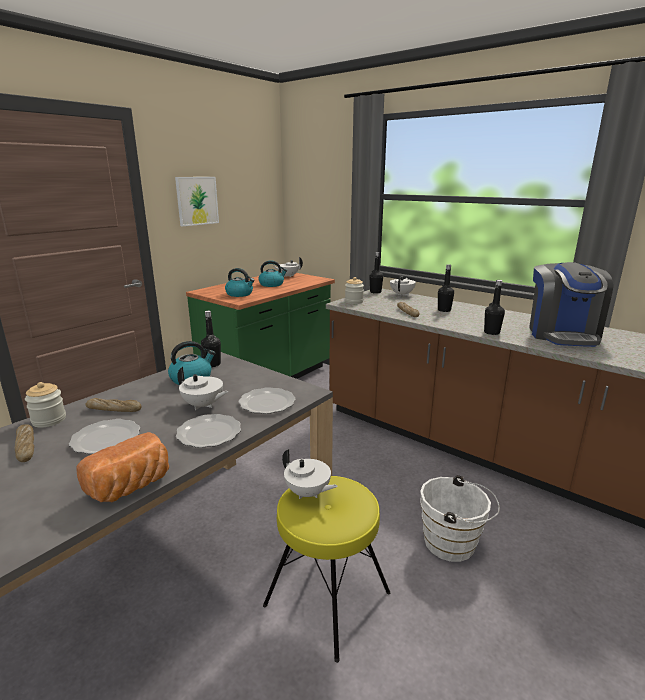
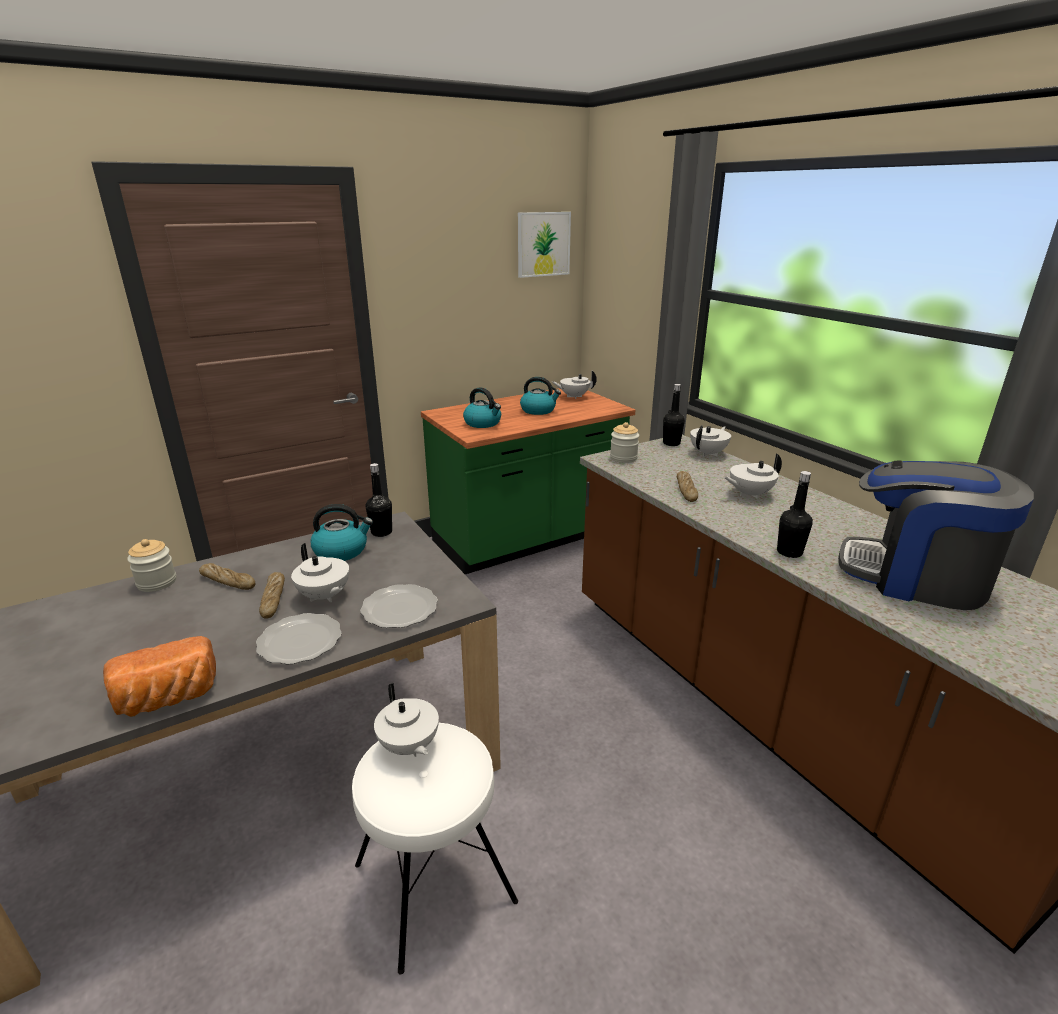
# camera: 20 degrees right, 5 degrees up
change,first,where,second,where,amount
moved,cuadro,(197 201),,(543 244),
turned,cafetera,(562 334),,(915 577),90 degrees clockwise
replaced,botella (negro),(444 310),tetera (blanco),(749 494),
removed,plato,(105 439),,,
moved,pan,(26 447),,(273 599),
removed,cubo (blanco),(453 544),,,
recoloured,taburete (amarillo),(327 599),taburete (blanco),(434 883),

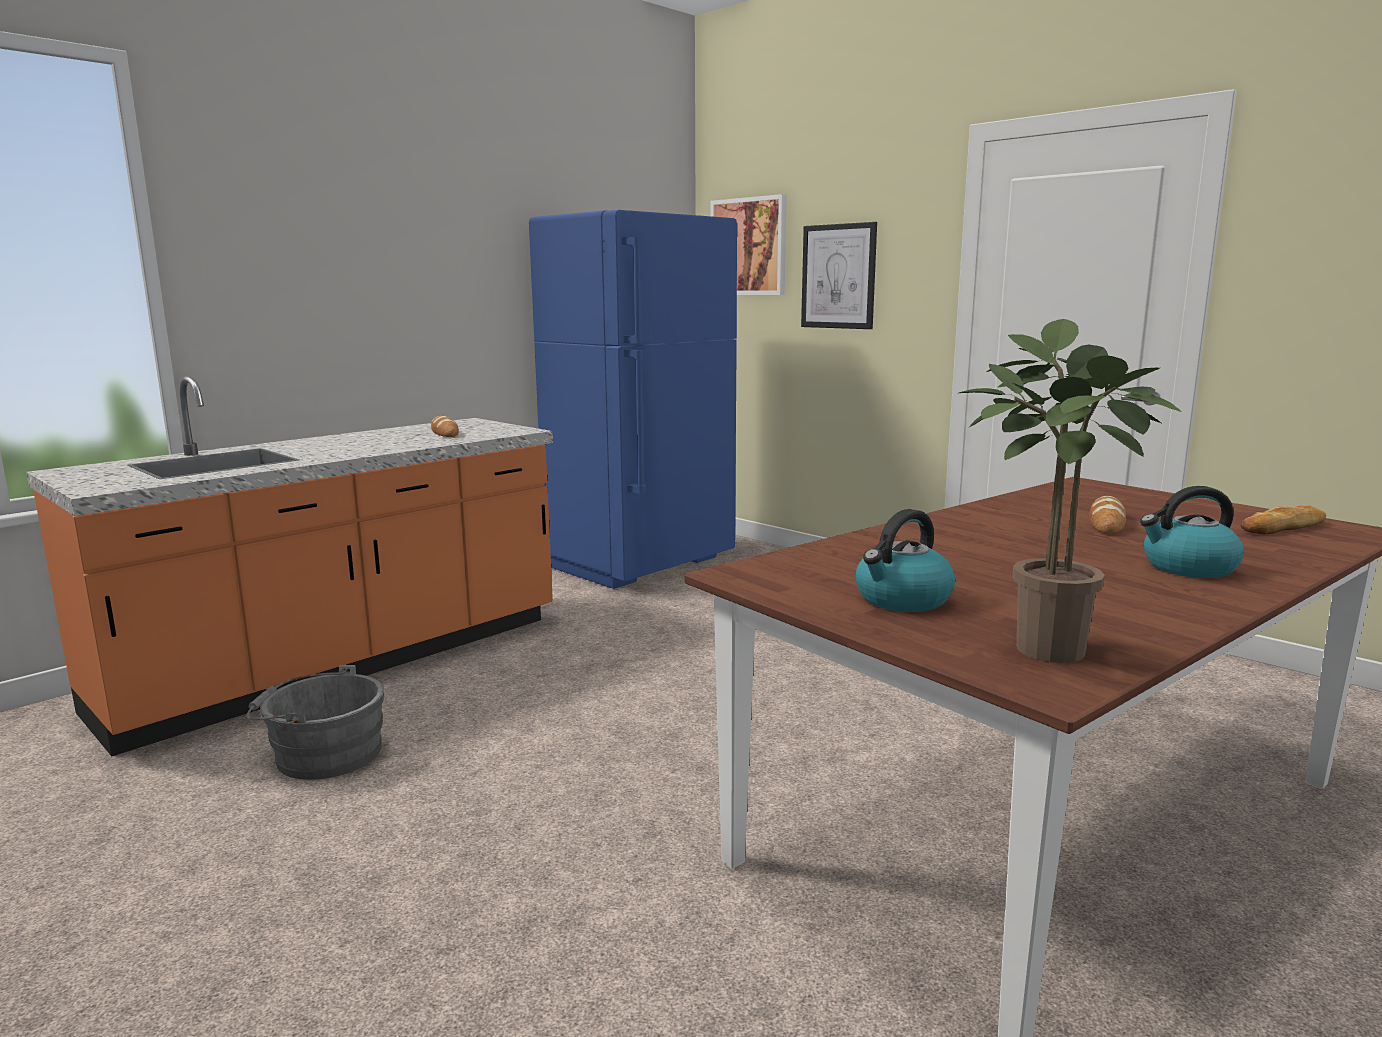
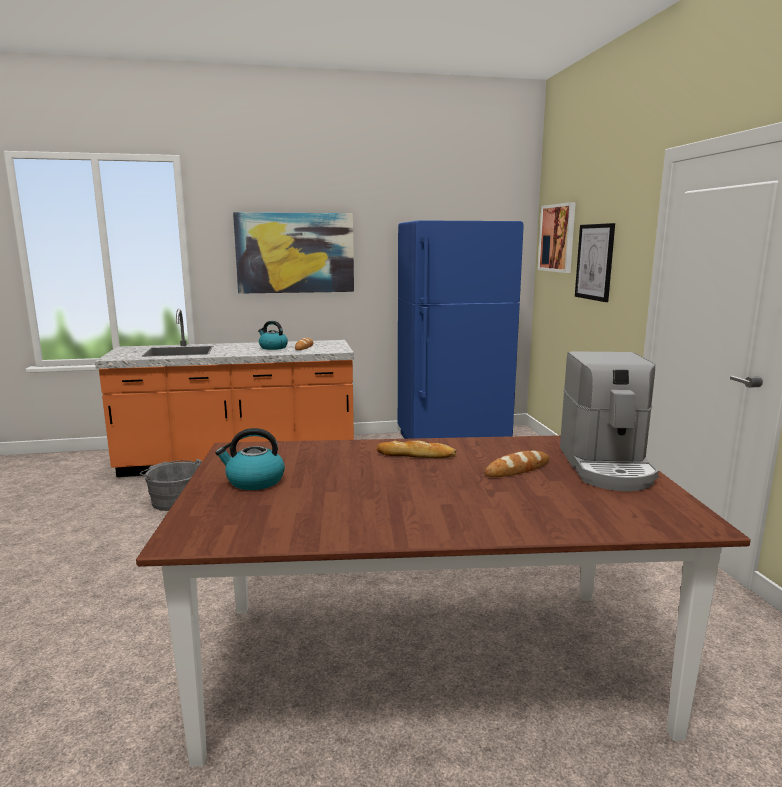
# camera: 35 degrees right, 0 degrees up
change,first,where,second,where,amount
removed,planta en maceta,(1037 647),,,
moved,hervidor,(1188 568),,(273 347),
moved,pan,(1283 527),,(416 455),
added,,,cuadro,(295 253),
added,,,cafetera,(606 467),

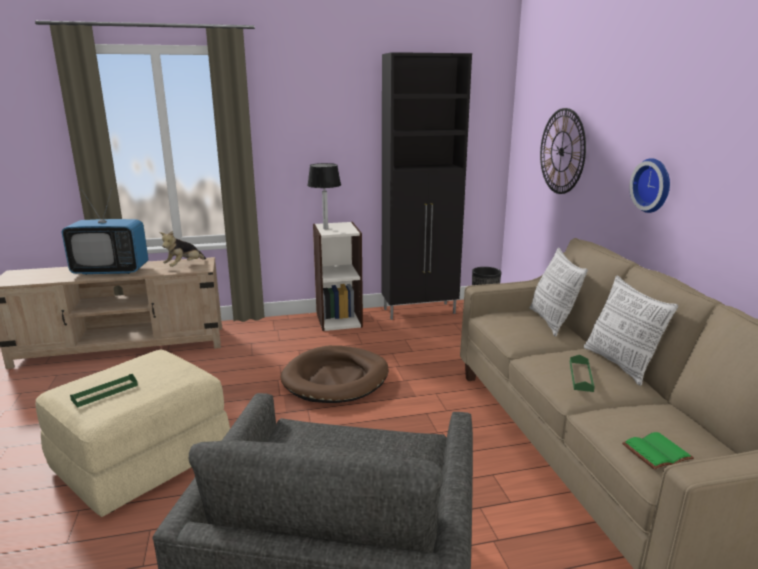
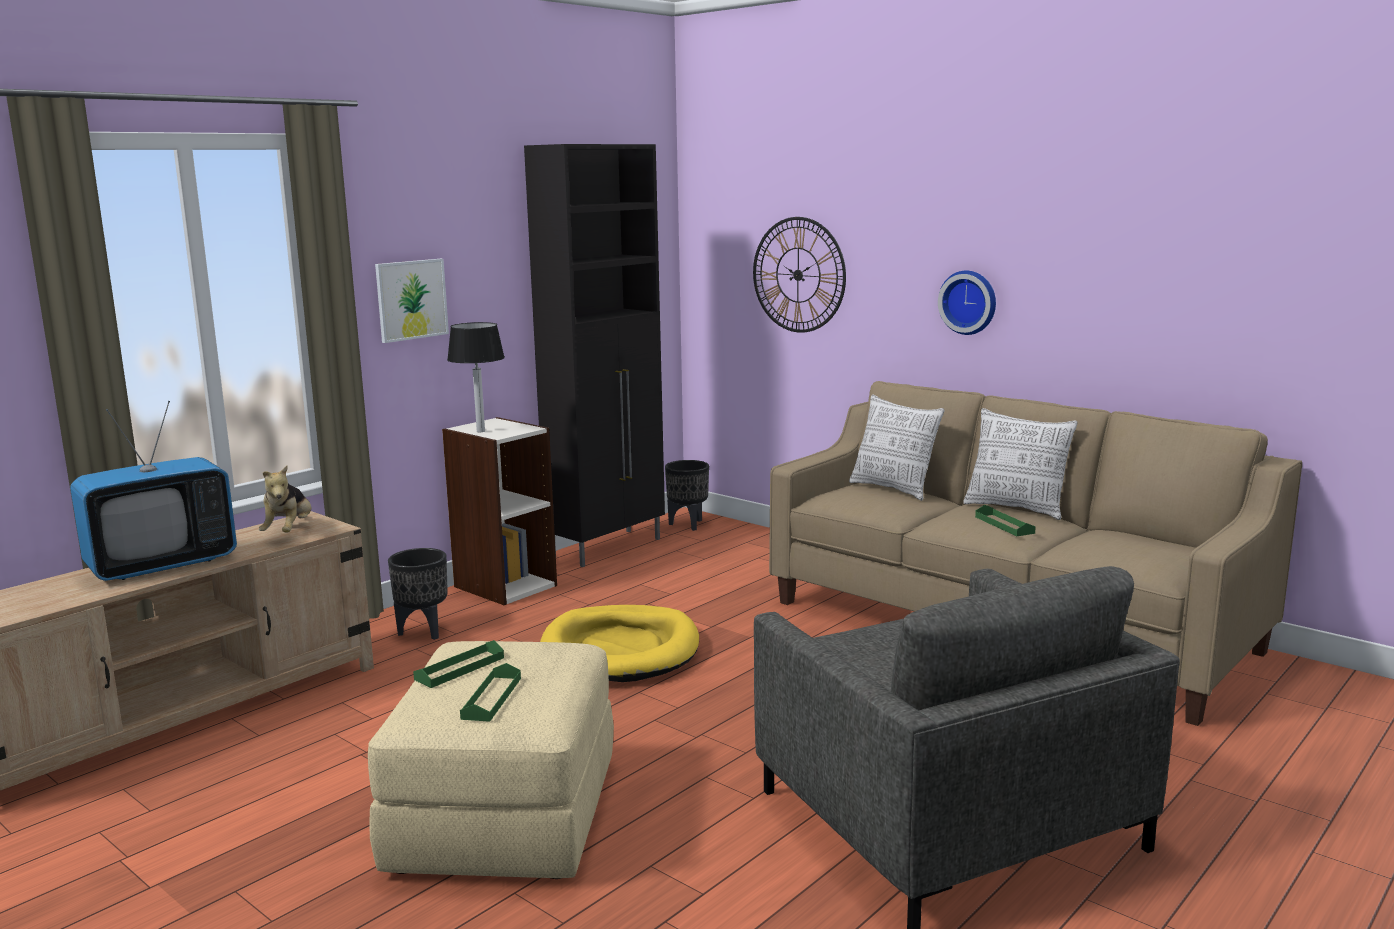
# camera: 35 degrees left, 5 degrees down
change,first,where,second,where,amount
recoloured,cama para perro (marrón),(336 378),cama para perro (amarillo),(620 650),
removed,libro (verde),(657 453),,,
added,,,cuadro,(411 299),
added,,,maceta (negro),(423 631),
added,,,bandeja (verde),(459 668),

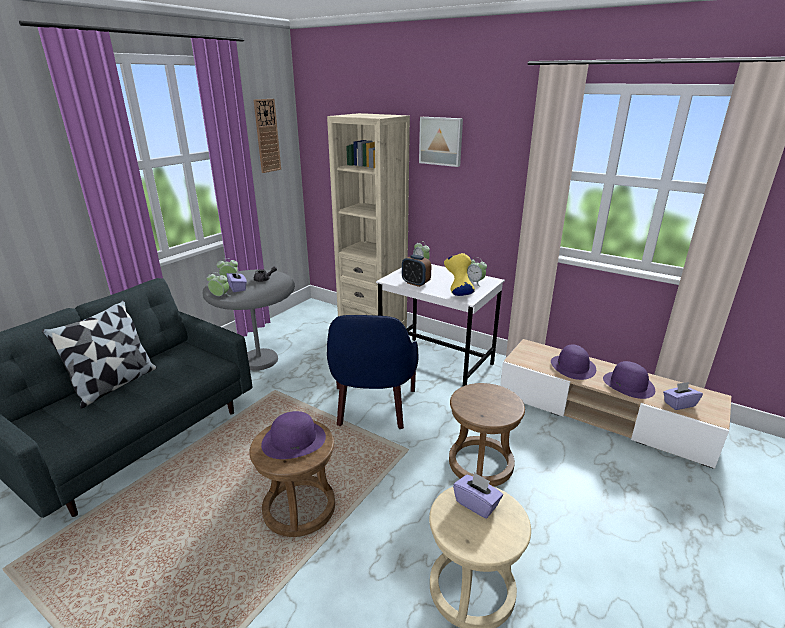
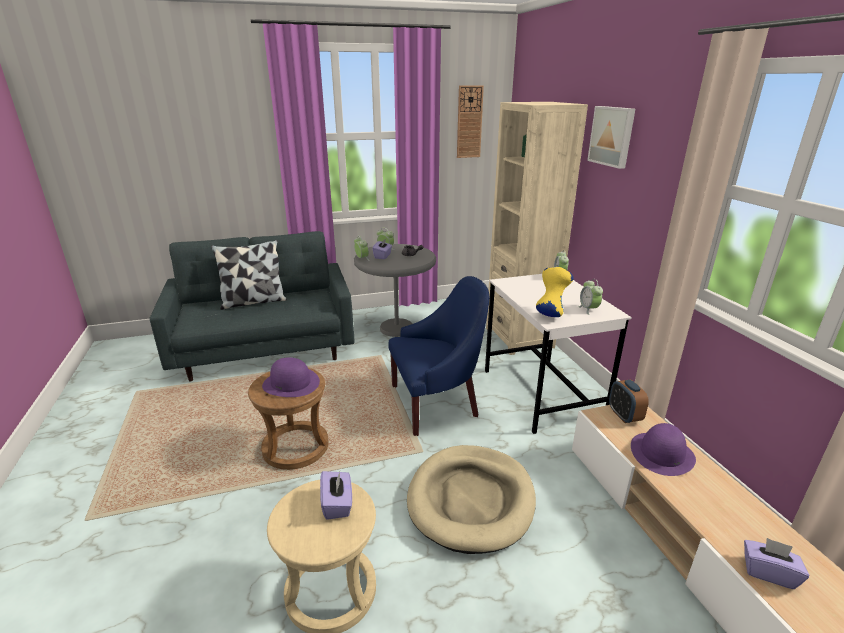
# camera: 40 degrees right, 0 degrees up
change,first,where,second,where,amount
moved,despertador,(415 283),,(624 416),
turned,sillón (azul),(372 408),,(436 403),150 degrees counterclockwise
removed,sombrero (morado),(628 384),,,
replaced,taburete (marrón),(480 463),cama para perro (beis),(471 500),

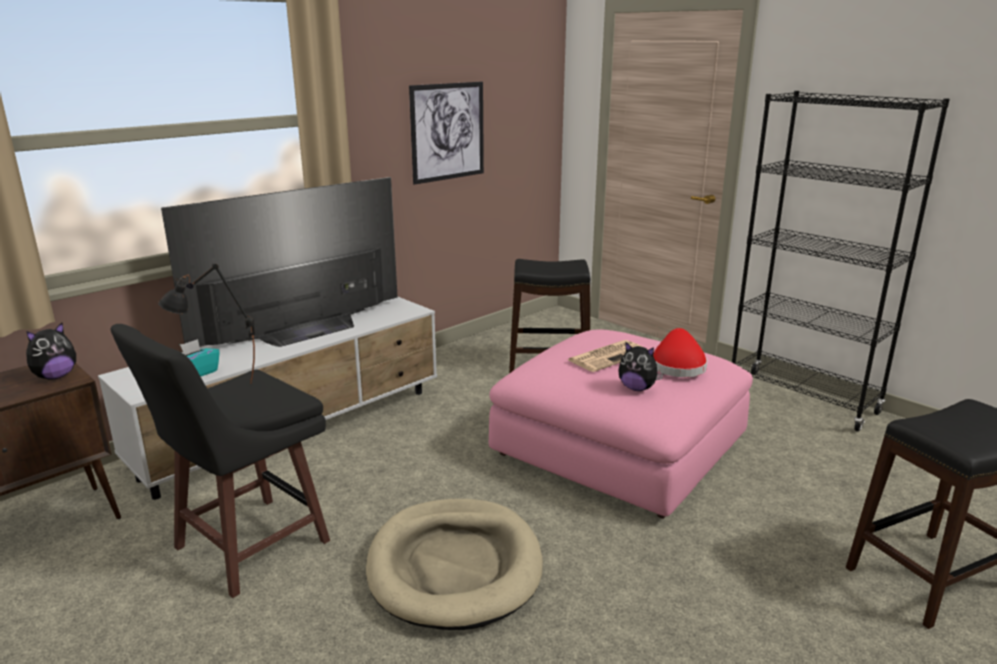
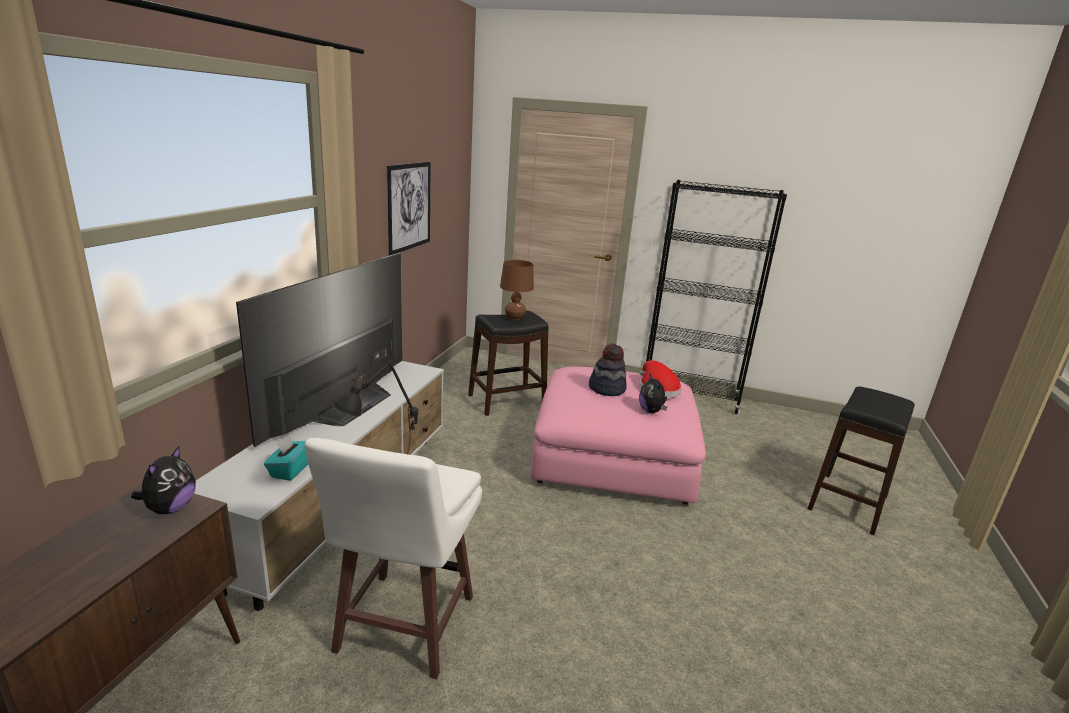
# camera: 30 degrees left, 0 degrees up
change,first,where,second,where,amount
recoloured,taburete (negro),(247 546),taburete (blanco),(403 626),
replaced,periódico,(608 356),sombrero,(607 389),
turned,peluche,(637 388),,(651 411),75 degrees clockwise
removed,cama para perro (beis),(455 567),,,
added,,,lámpara de mesa (marrón),(514 318),

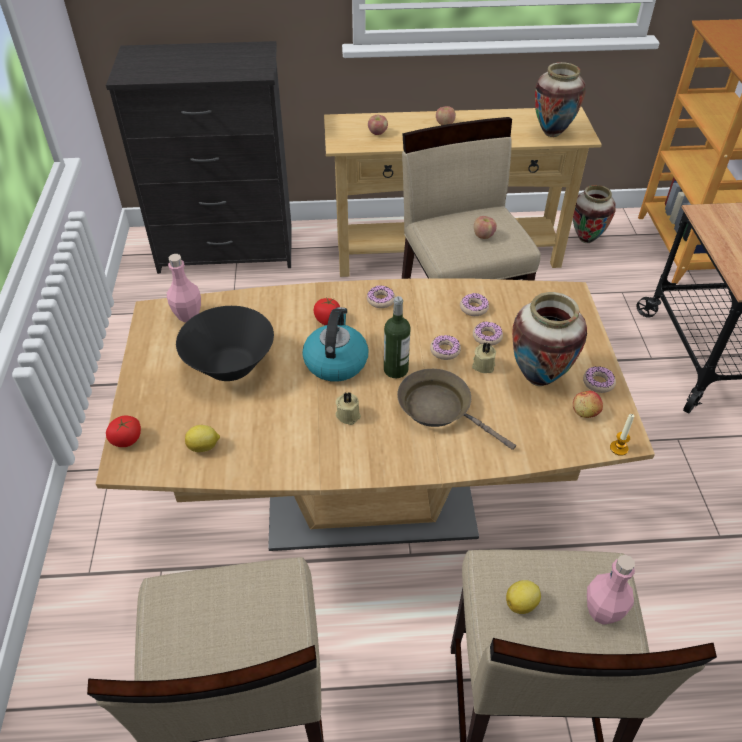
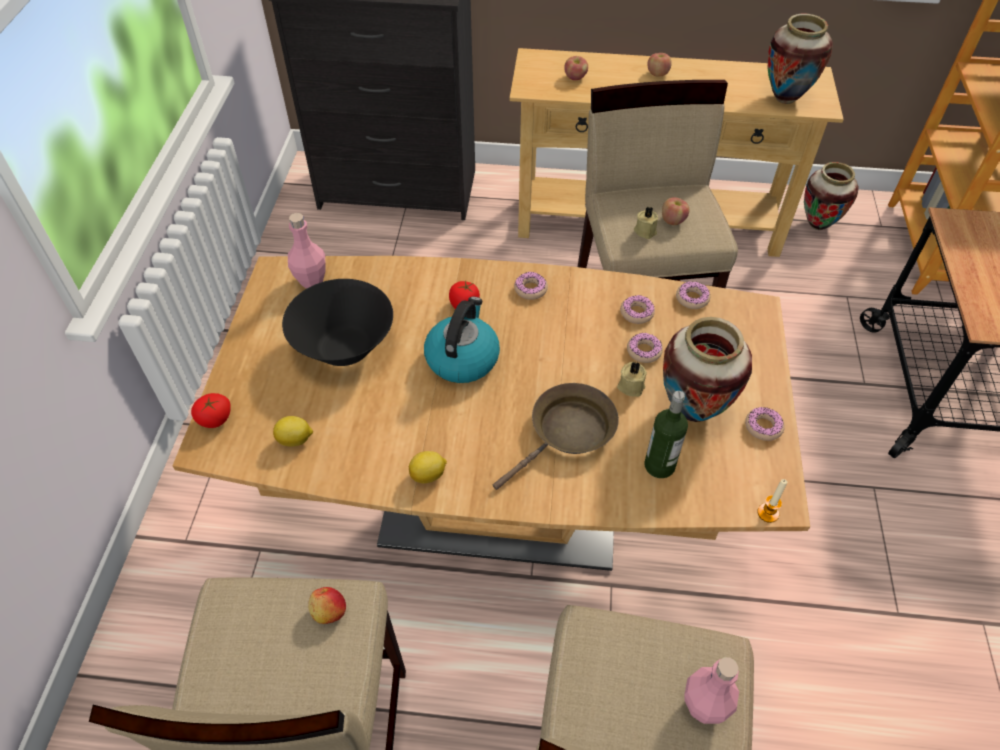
# camera: 10 degrees right, 5 degrees up
change,first,where,second,where,amount
moved,botella,(396 369),,(659 465),
moved,rosquilla,(445 350),,(692 298),
turned,sartén (marrón),(440 409),,(568 433),90 degrees clockwise
moved,vela (beis),(348 414),,(645 230),
moved,manzana,(585 412),,(329 611),
moved,limón,(522 603),,(429 475),

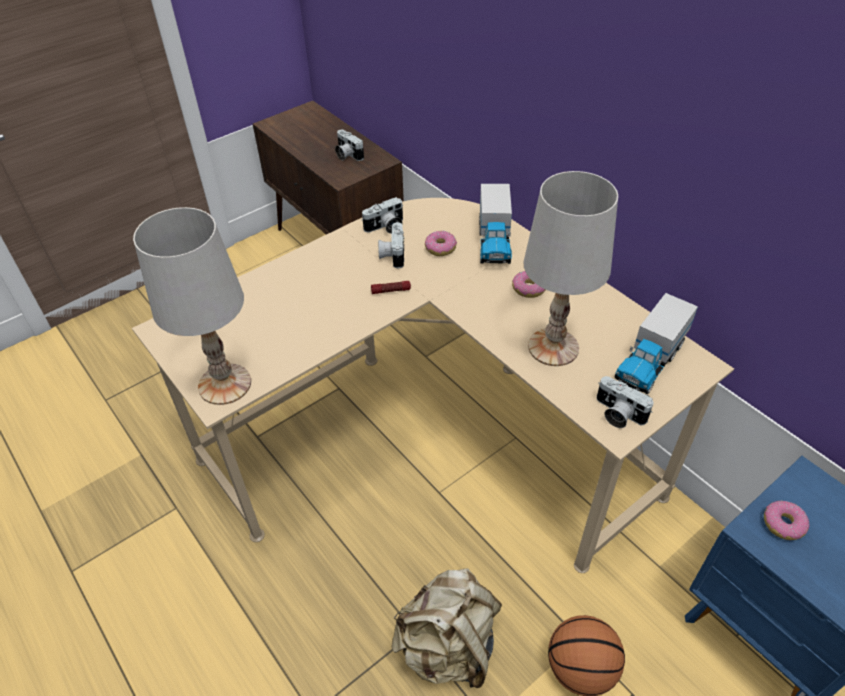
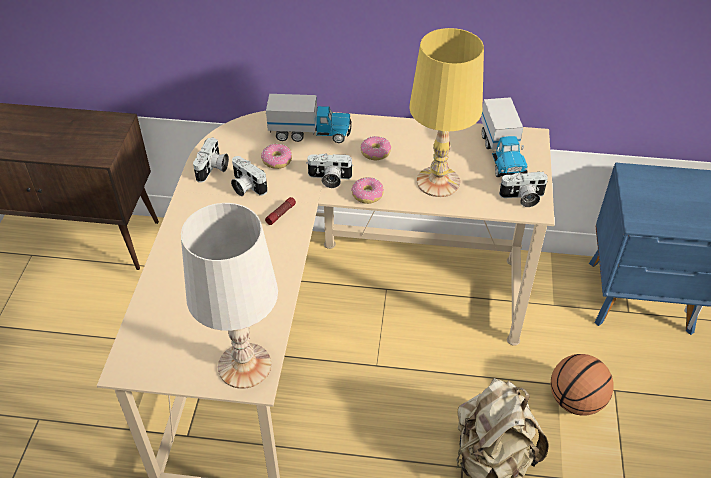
# camera: 45 degrees left, 0 degrees up
change,first,where,second,where,amount
moved,cámara,(347 155),,(329 179),
recoloured,lámpara de mesa (blanco),(554 347),lámpara de mesa (amarillo),(438 181),
turned,camión de juguete,(494 242),,(310 133),45 degrees counterclockwise
moved,rosquilla,(783 524),,(367 195),

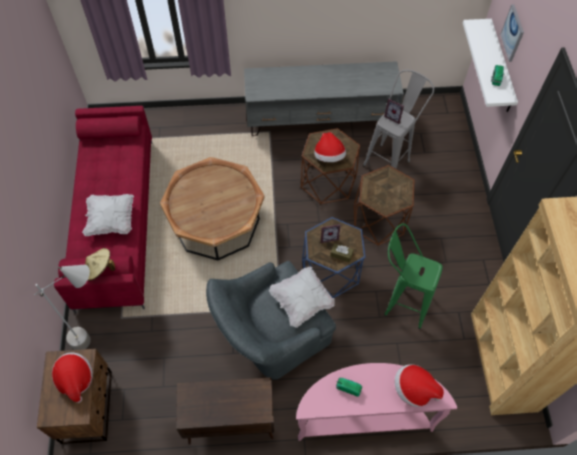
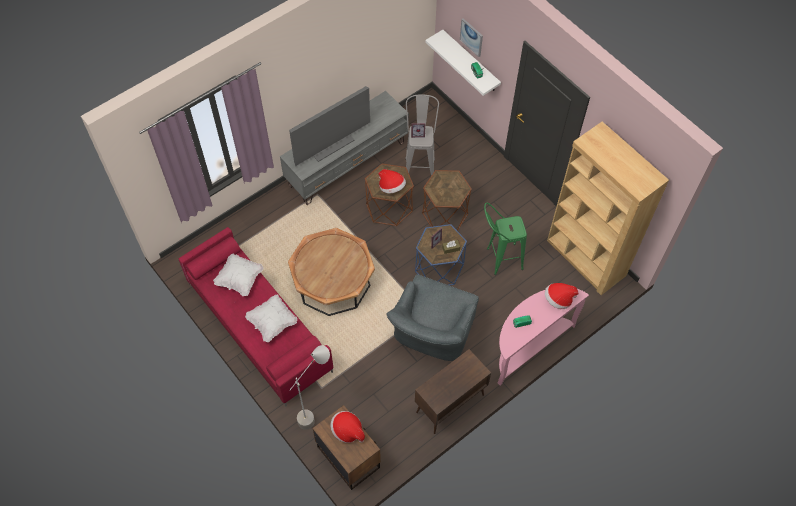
# camera: 35 degrees left, 0 degrees up
change,first,where,second,where,amount
removed,sombrero (beis),(100 269),,,
moved,cojín (blanco),(301 301),,(240 279),
added,,,televisor,(330 143),

